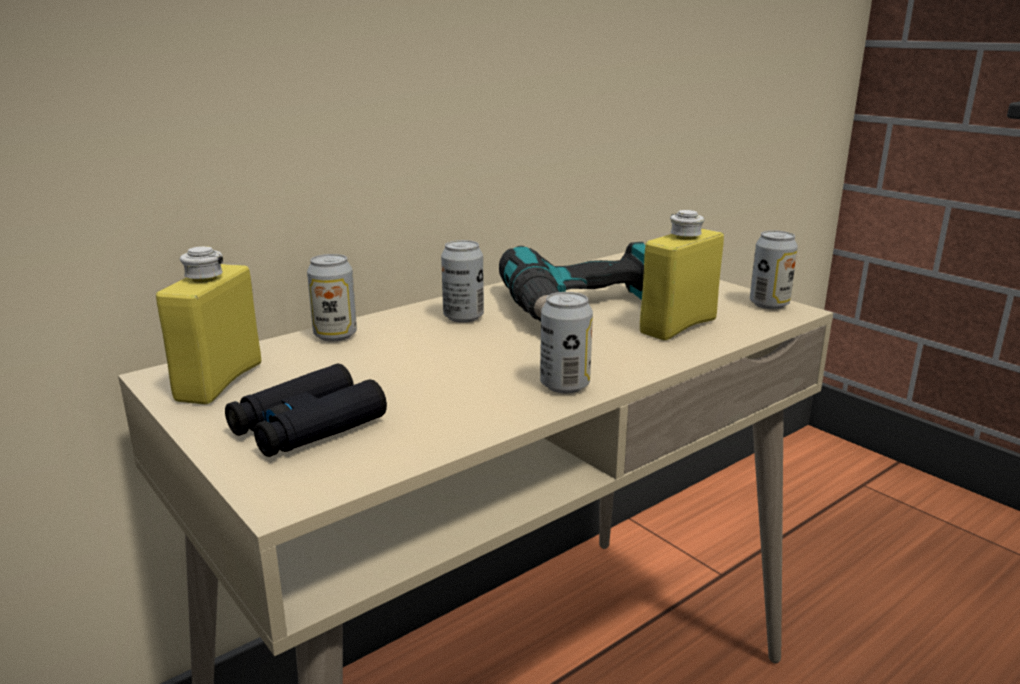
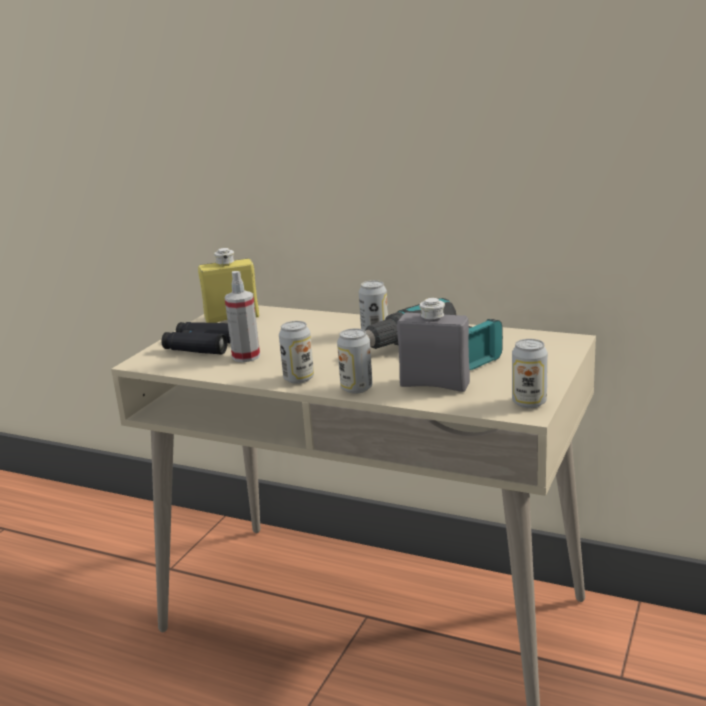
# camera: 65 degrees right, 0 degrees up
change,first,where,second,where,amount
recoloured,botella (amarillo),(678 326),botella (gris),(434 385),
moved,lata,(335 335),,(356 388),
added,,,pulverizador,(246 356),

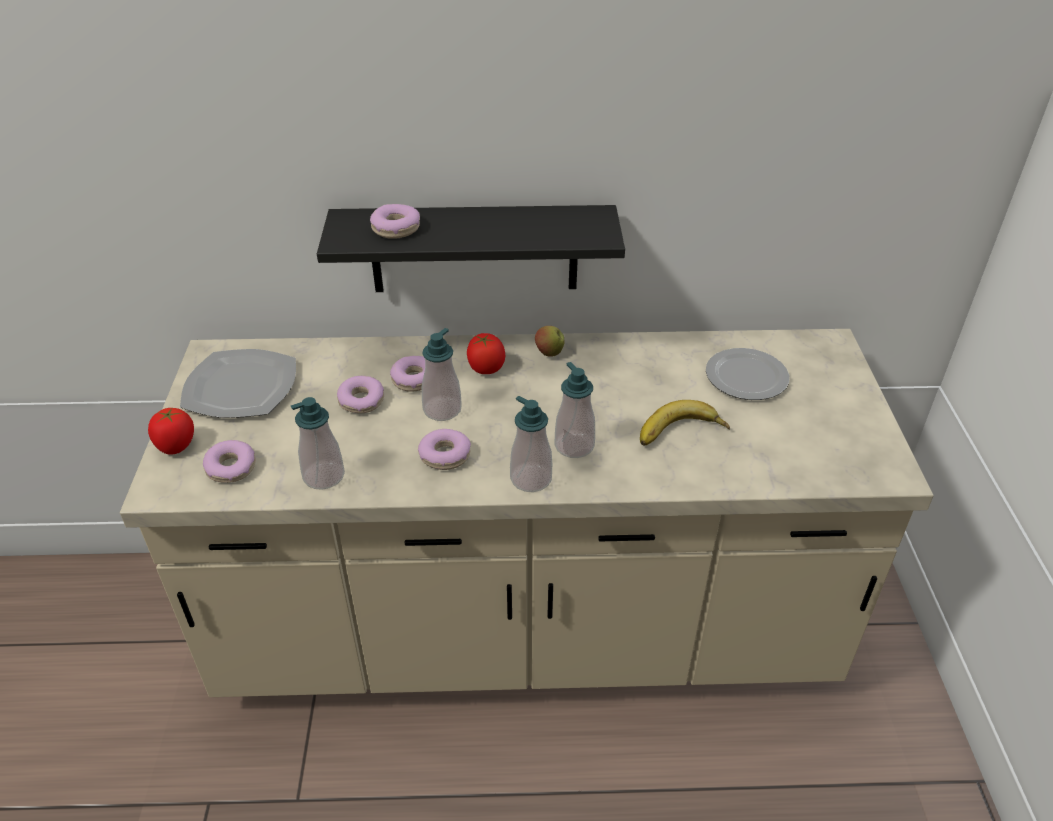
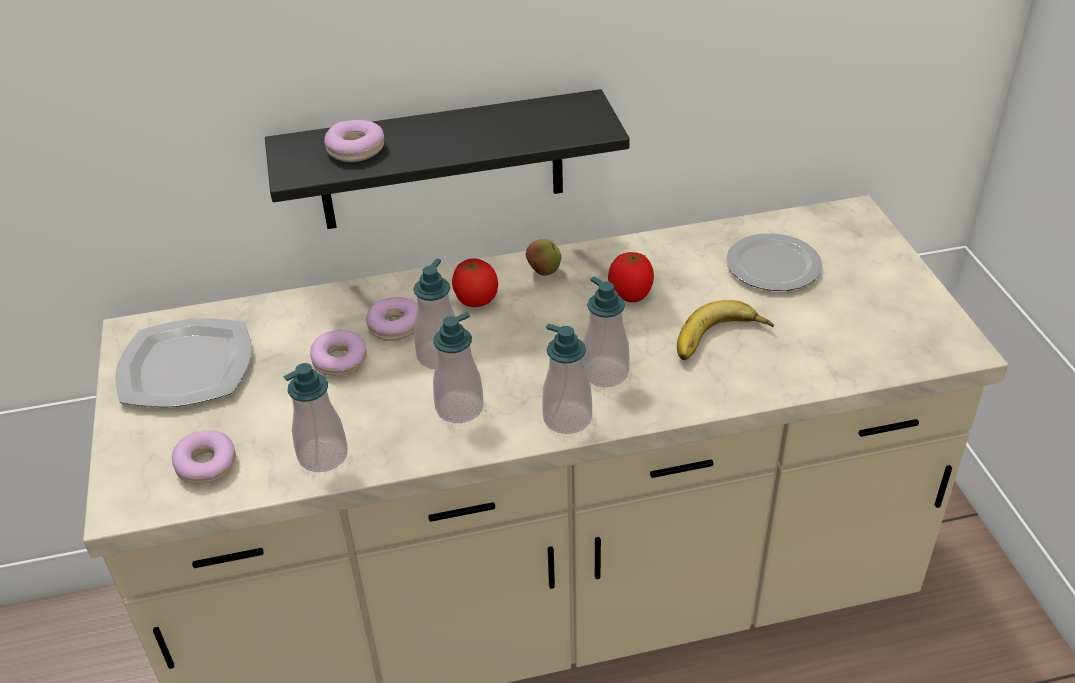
# camera: 10 degrees left, 0 degrees up
change,first,where,second,where,amount
moved,tomate,(176 446),,(630 295),
replaced,rosquilla,(445 455),dispensador de jabón,(459 408),

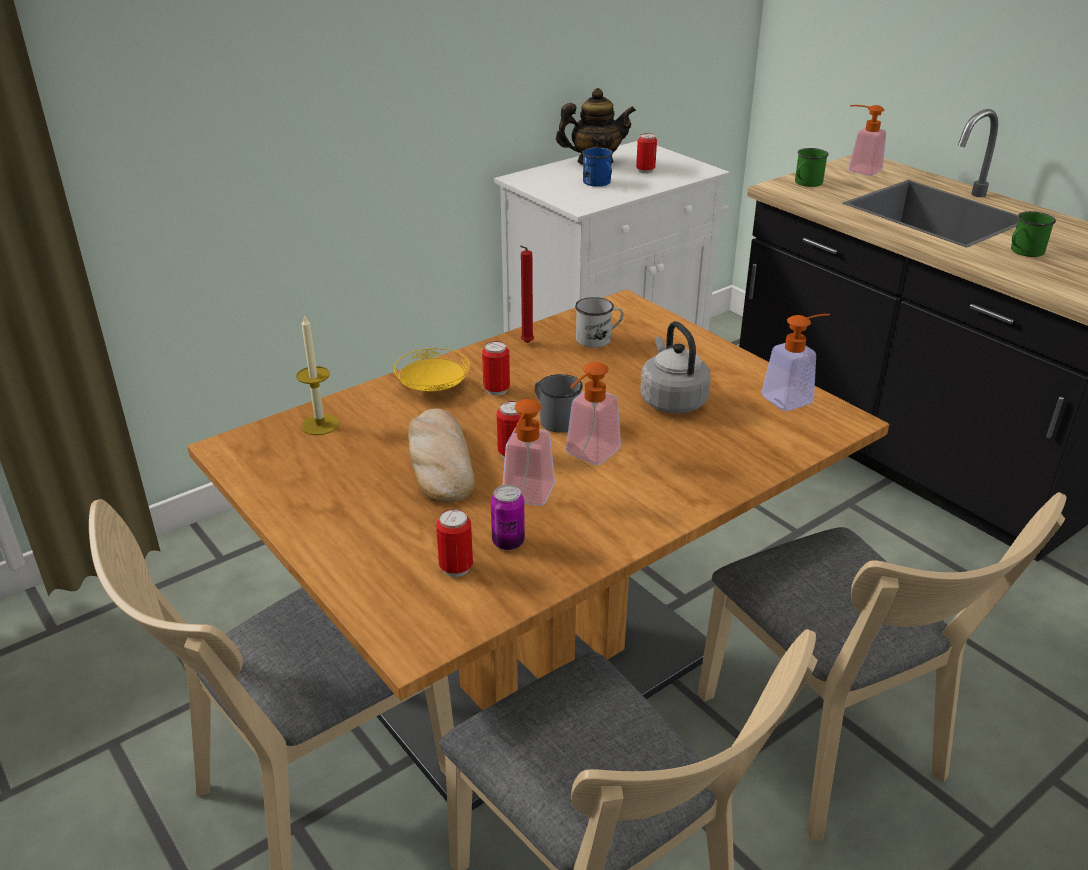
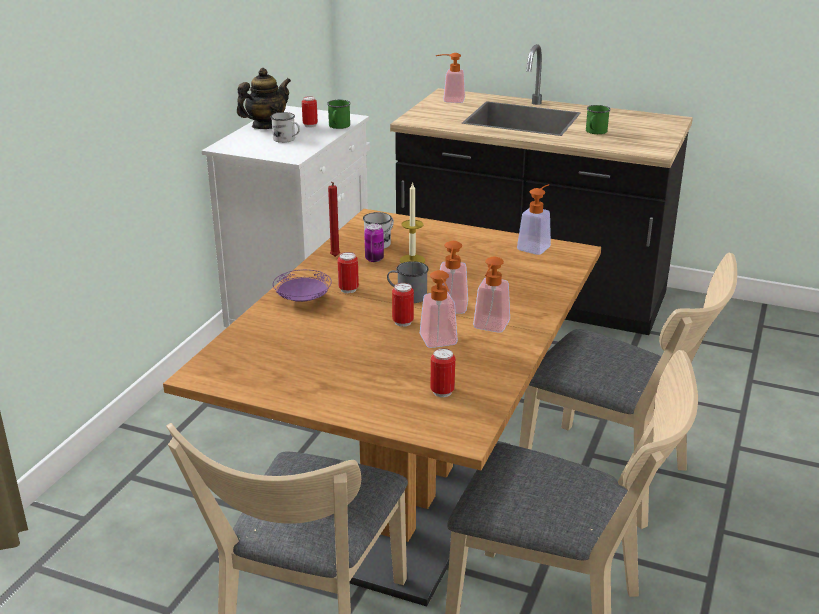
# camera: 30 degrees left, 5 degrees down
change,first,where,second,where,amount
recoloured,taza grande (azul),(599 183),taza grande (blanco),(287 140),
moved,taza grande (verde),(806 183),,(338 126),
moved,vela,(320 424),,(412 260),
removed,hervidor (gris),(671 400),,,
recoloured,plato (amarillo),(433 388),plato (morado),(303 300),
removed,pan,(439 461),,,
moved,lata,(508 542),,(374 259),
added,,,dispensador de jabón,(489 328),

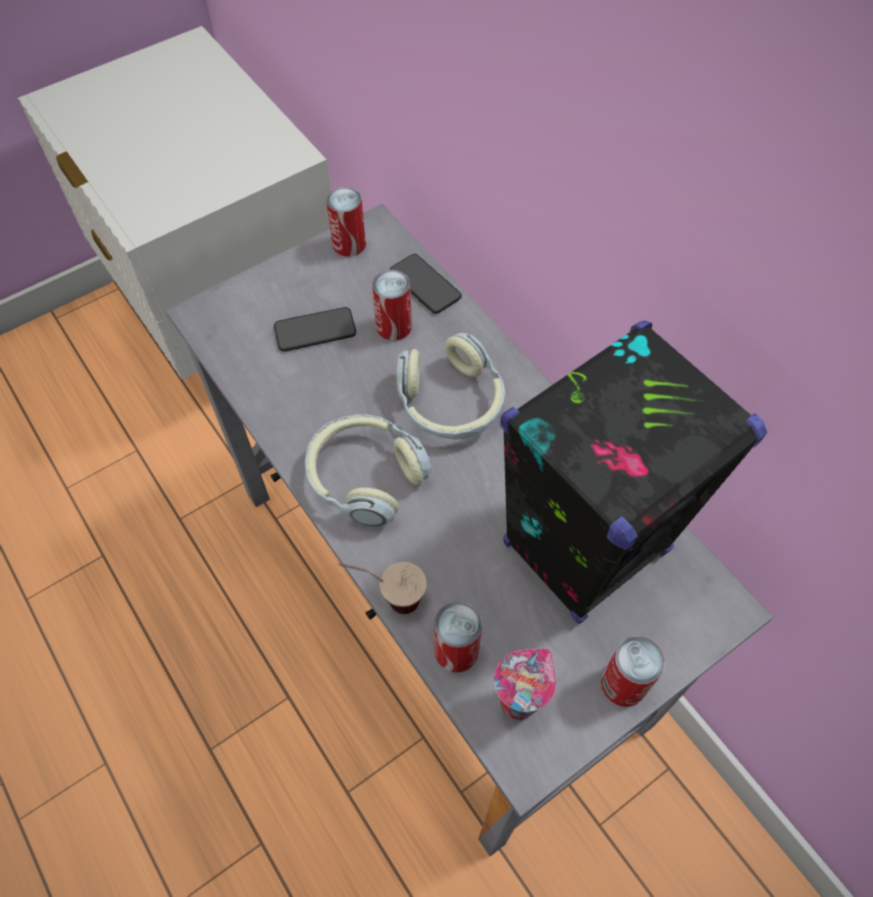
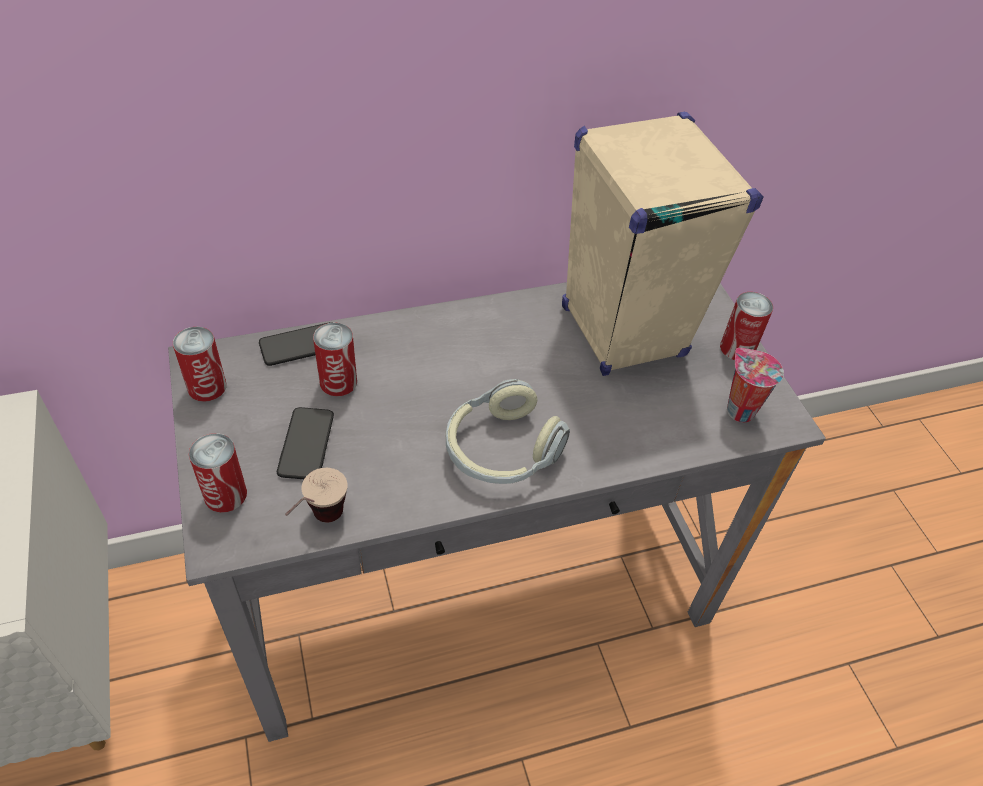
# camera: 75 degrees left, 10 degrees down
change,first,where,second,where,amount
recoloured,altavoz (negro),(586 547),altavoz (beis),(622 330),
removed,auriculares,(450 402),,,
moved,taza,(386 598),,(318 524),
moved,lata,(456 650),,(225 494),

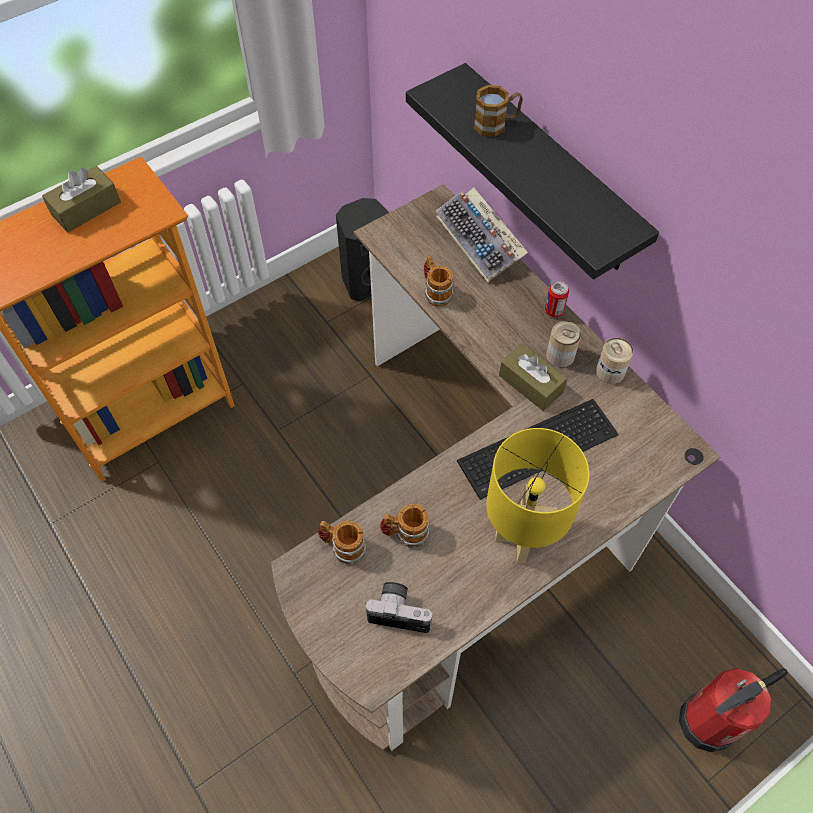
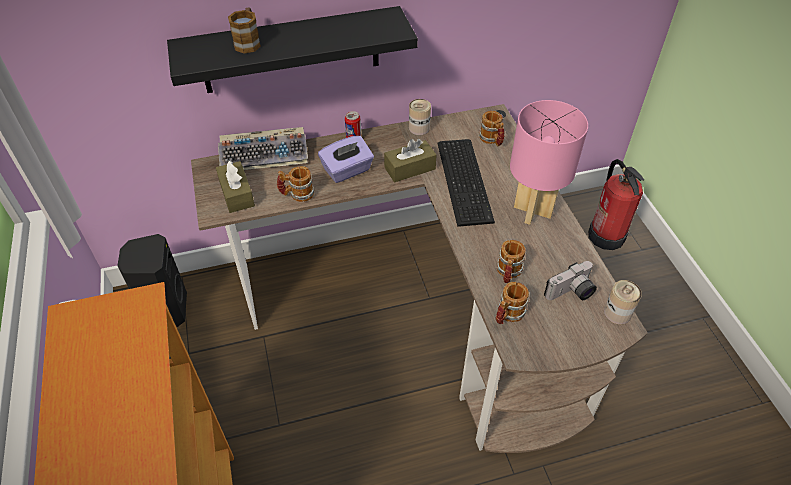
# camera: 70 degrees left, 10 degrees down
change,first,where,second,where,amount
moved,caja de pañuelos (marrón),(86 208),,(237 194),
moved,lata,(560 355),,(617 313),
recoloured,lámpara de mesa (amarillo),(521 540),lámpara de mesa (rosa),(533 211),
turned,cámara,(400 610),,(571 293),150 degrees counterclockwise
added,,,taza grande,(492 140),
added,,,caja de pañuelos (morado),(347 170),

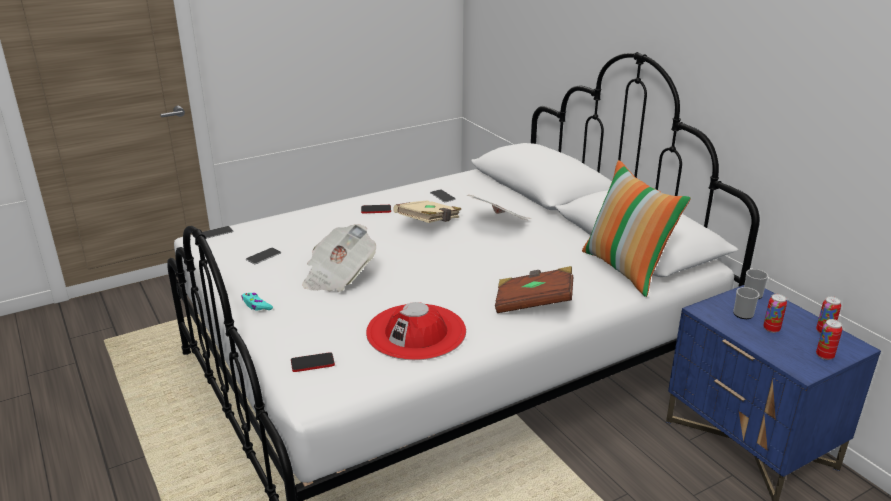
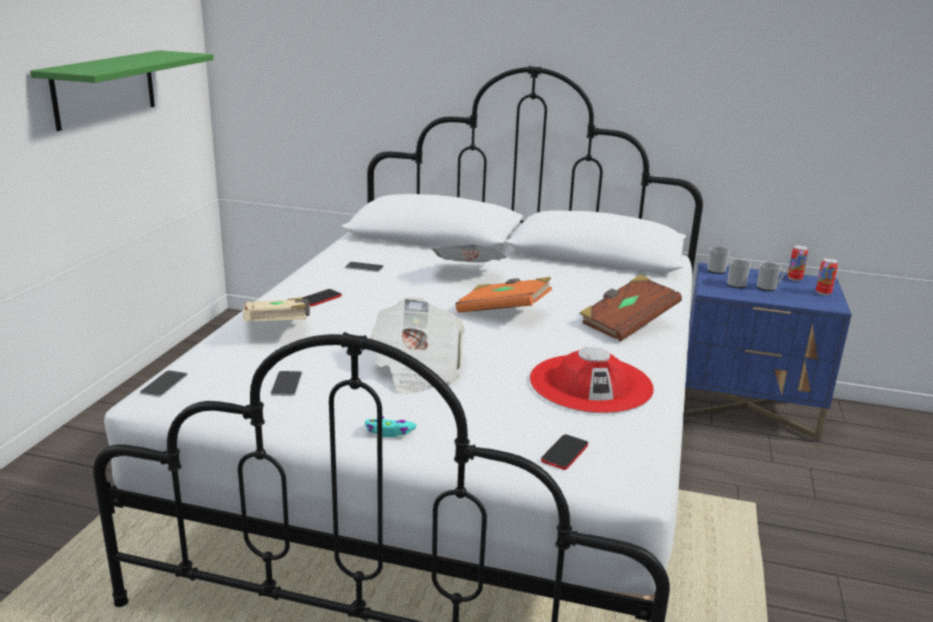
# camera: 45 degrees left, 5 degrees down
change,first,where,second,where,amount
removed,cojín,(626 269),,,
moved,libro (beis),(429 223),,(278 327),
replaced,lata,(771 329),taza grande,(768 288),
added,,,estante (verde),(104 88),
added,,,libro (naranja),(503 312),

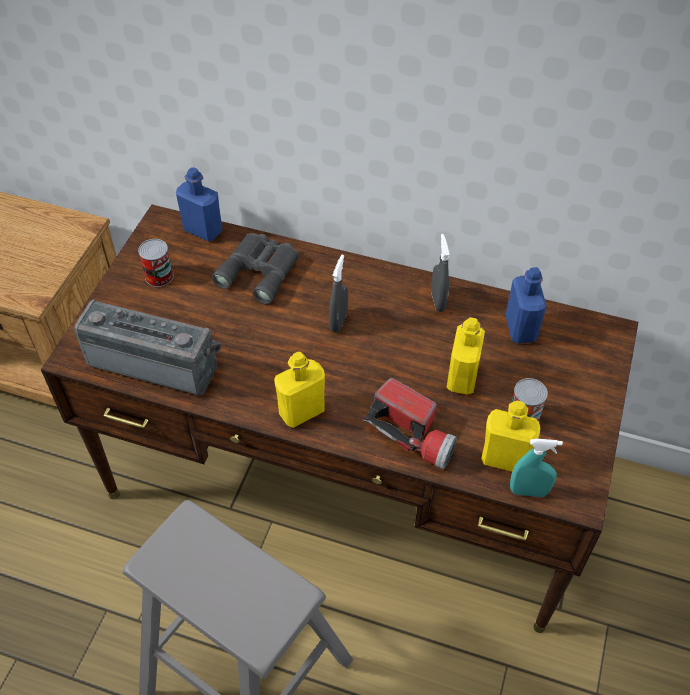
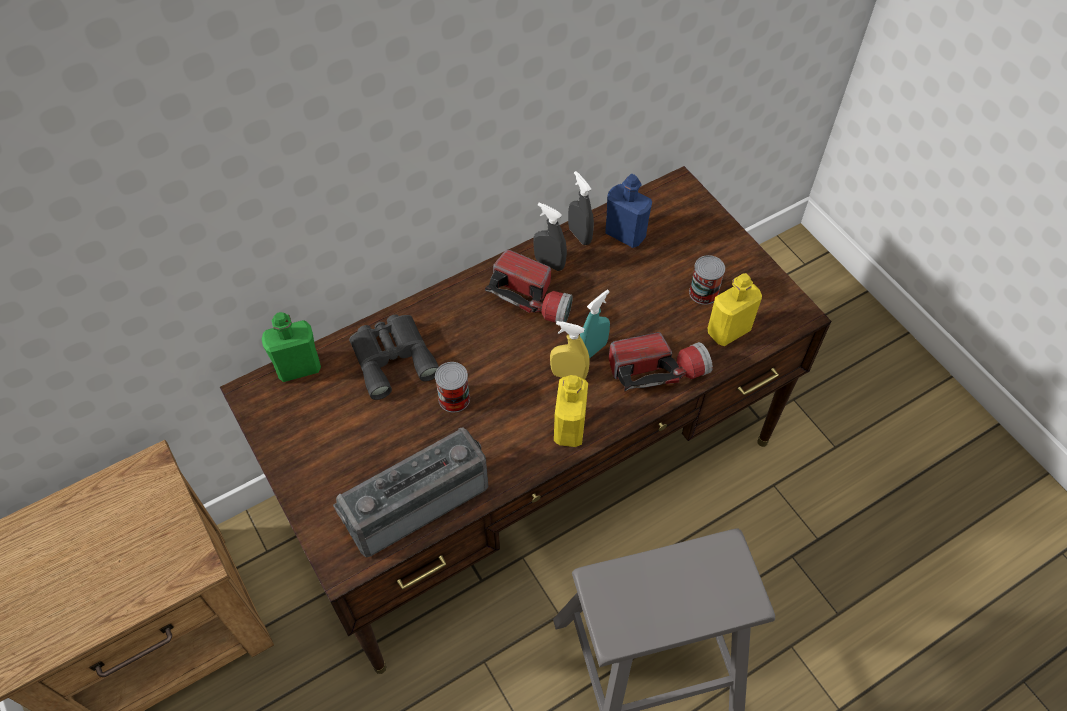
# camera: 50 degrees left, 5 degrees up
change,first,where,second,where,amount
recoloured,botella (azul),(203 230),botella (verde),(299 368),
moved,lata,(159 276),,(454 398),
moved,pulverizador (gris),(338 321),,(579 235),
removed,botella (amarillo),(462 378),,,
moved,pulverizador (turquesa),(528 491),,(593 350),
added,,,linterna,(532 298),
added,,,pulverizador (amarillo),(568 375),

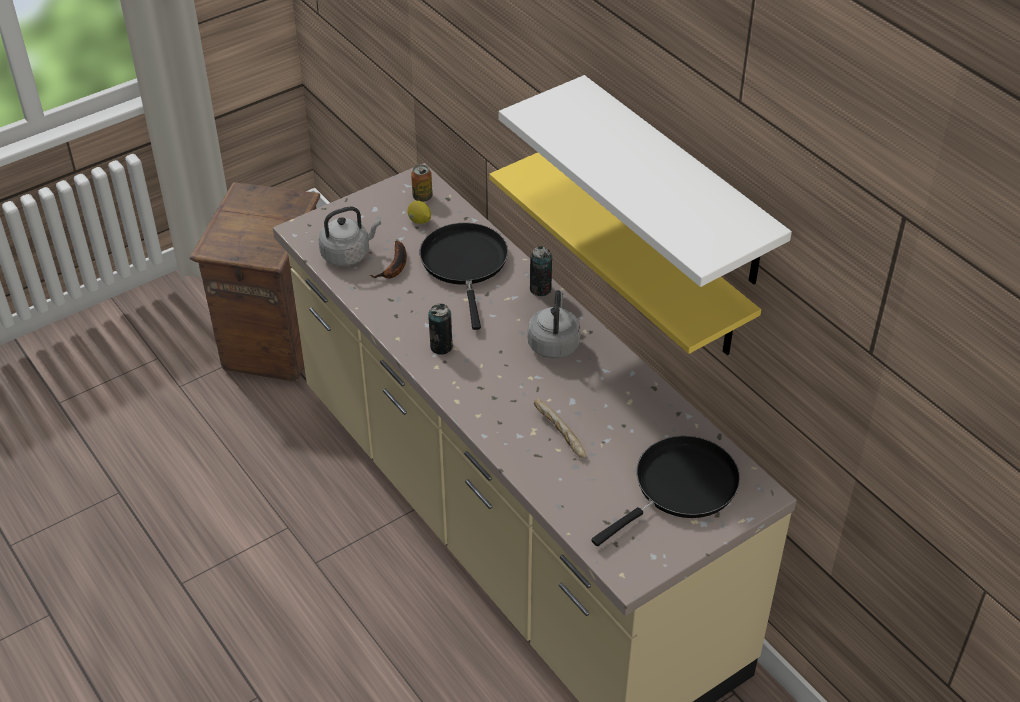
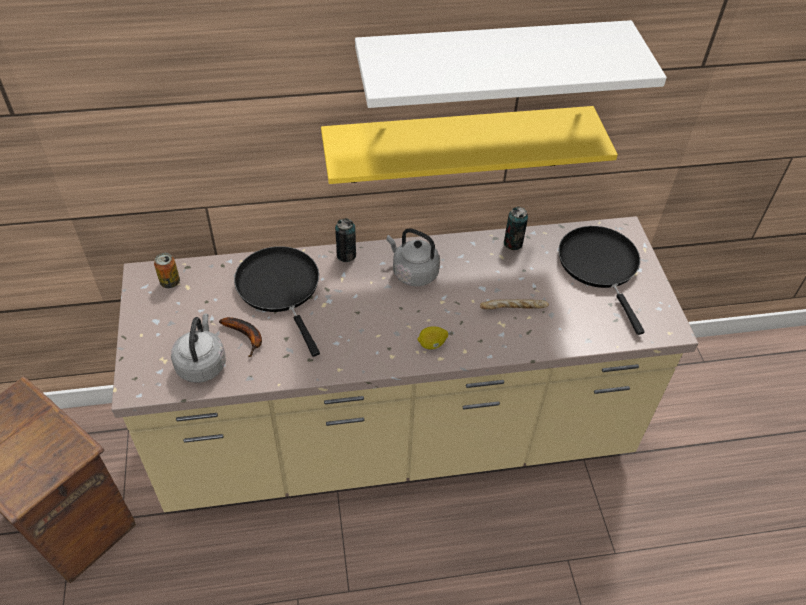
# camera: 65 degrees left, 5 degrees up
change,first,where,second,where,amount
moved,limón,(419 221),,(432 344),
turned,sartén (negro),(465 264),,(280 288),45 degrees clockwise
moved,lata,(441 347),,(513 243),

